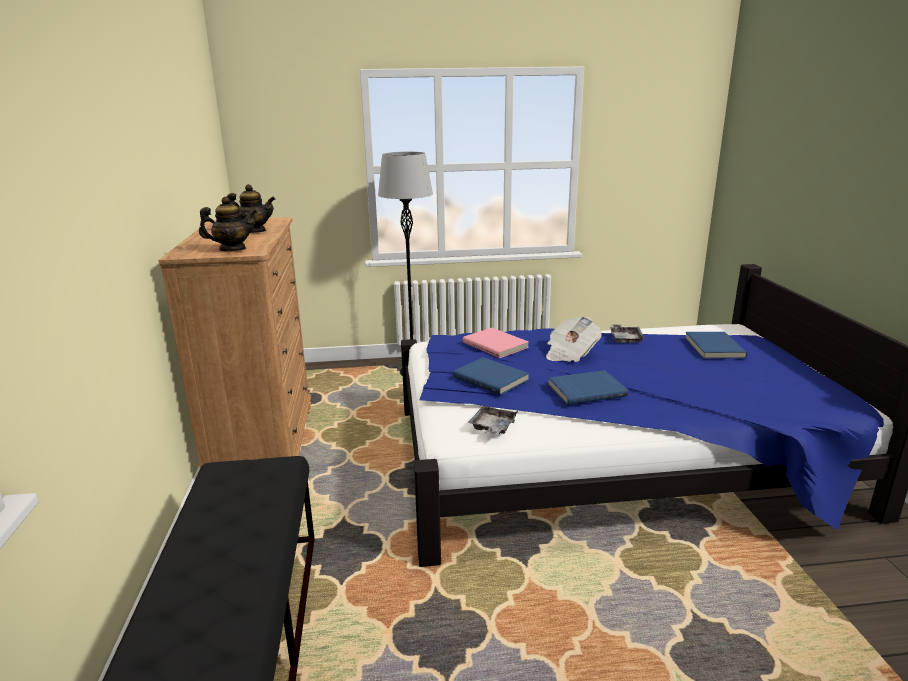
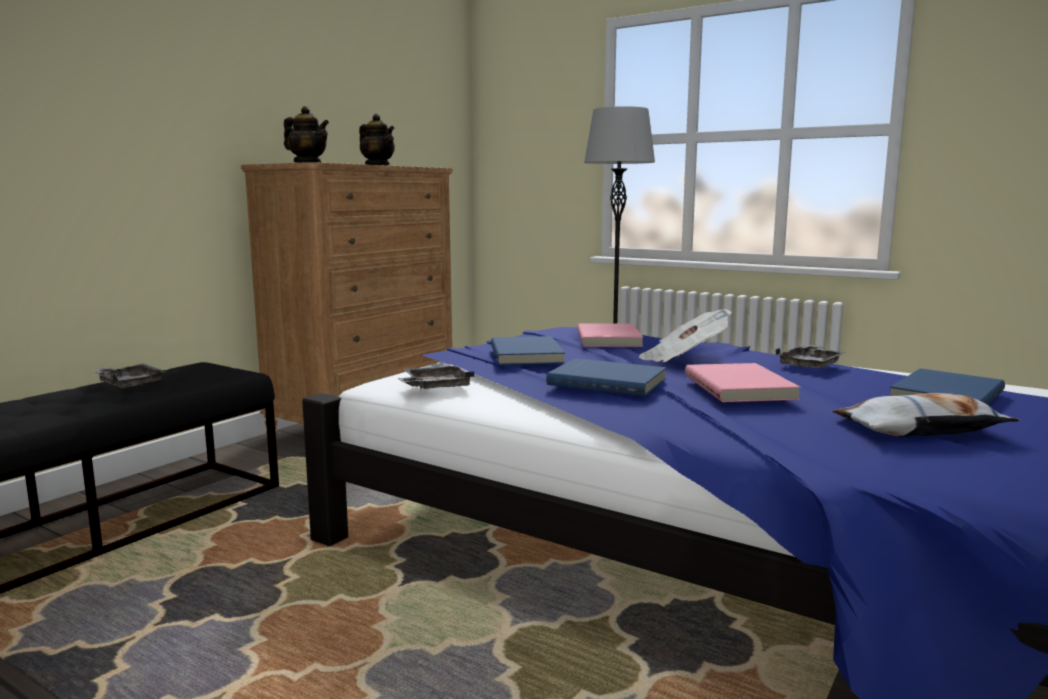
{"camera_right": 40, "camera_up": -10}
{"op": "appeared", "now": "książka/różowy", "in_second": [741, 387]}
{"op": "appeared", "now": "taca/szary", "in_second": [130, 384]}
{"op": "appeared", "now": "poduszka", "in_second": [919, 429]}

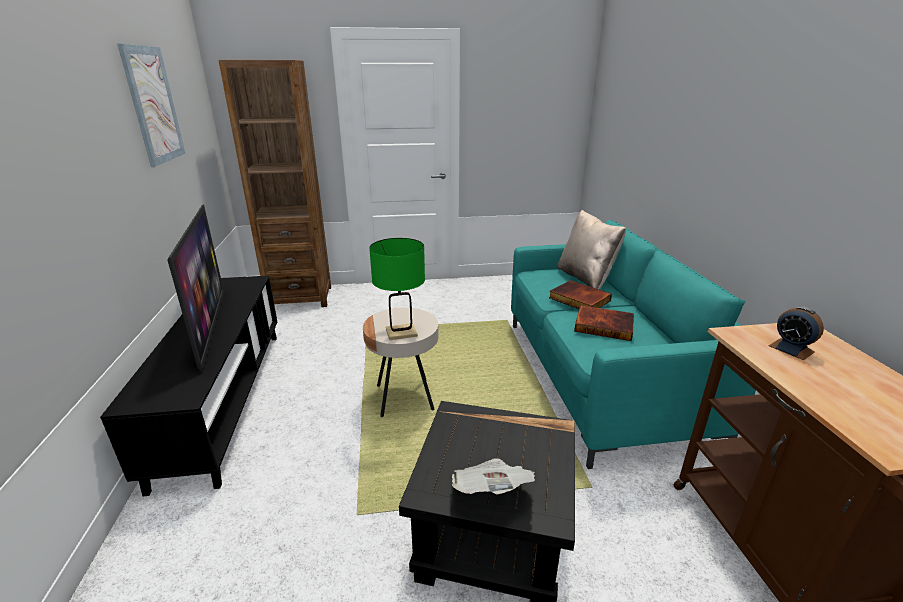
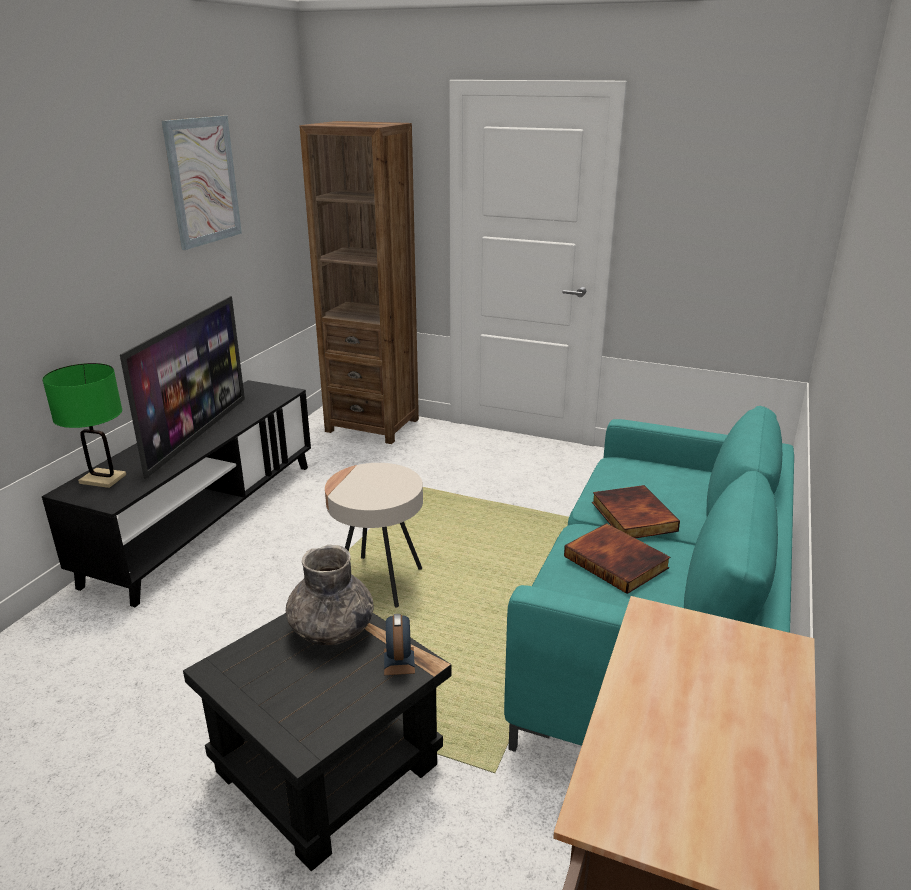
{"camera_right": 30, "camera_up": 0}
{"op": "missing", "was": "poduszka/beżowy", "in_first": [585, 278]}
{"op": "relocated", "was": "lampa stołowa/zielony", "in_first": [401, 332], "in_second": [103, 479]}
{"op": "relocated", "was": "budzik", "in_first": [791, 349], "in_second": [399, 661]}
{"op": "missing", "was": "gazeta", "in_first": [491, 492]}
{"op": "appeared", "now": "wazon/szary", "in_second": [331, 630]}

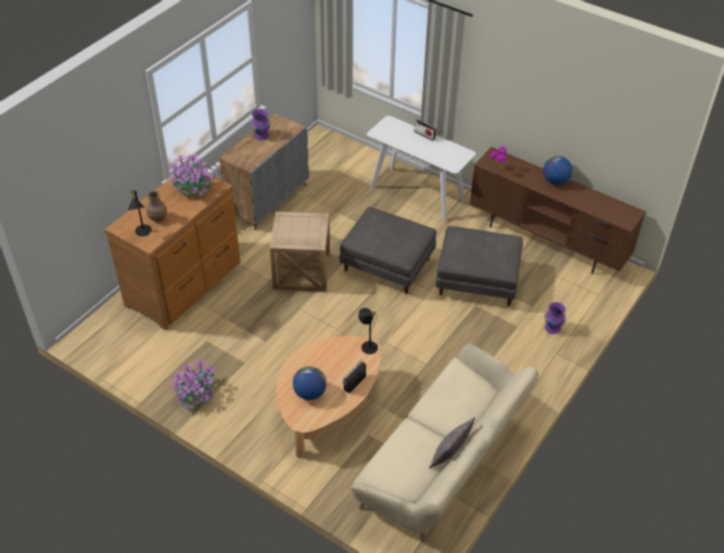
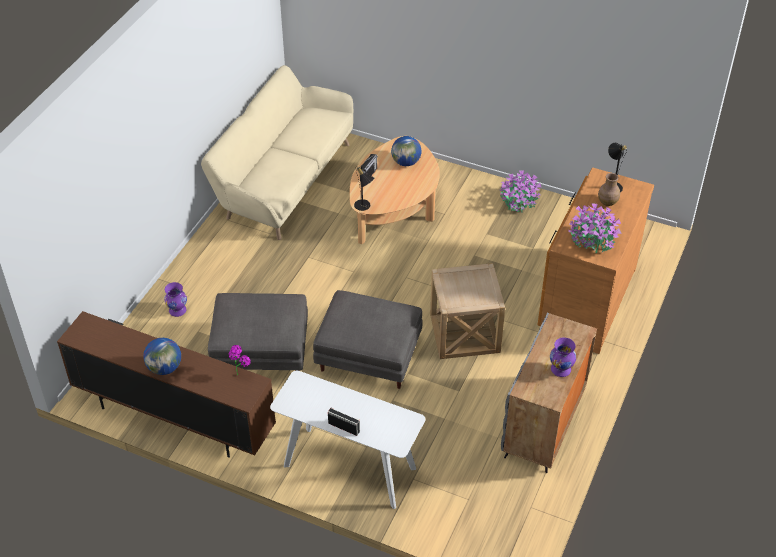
{"camera_right": 170, "camera_up": 0}
{"op": "missing", "was": "poduszka", "in_first": [449, 455]}

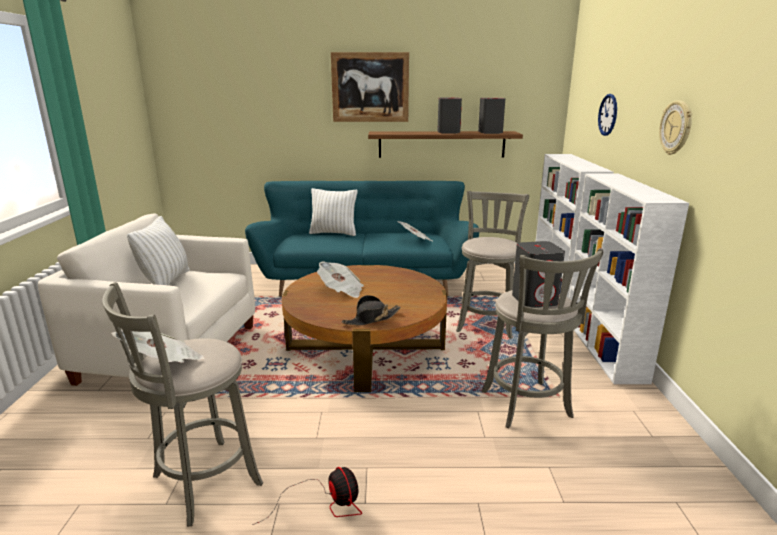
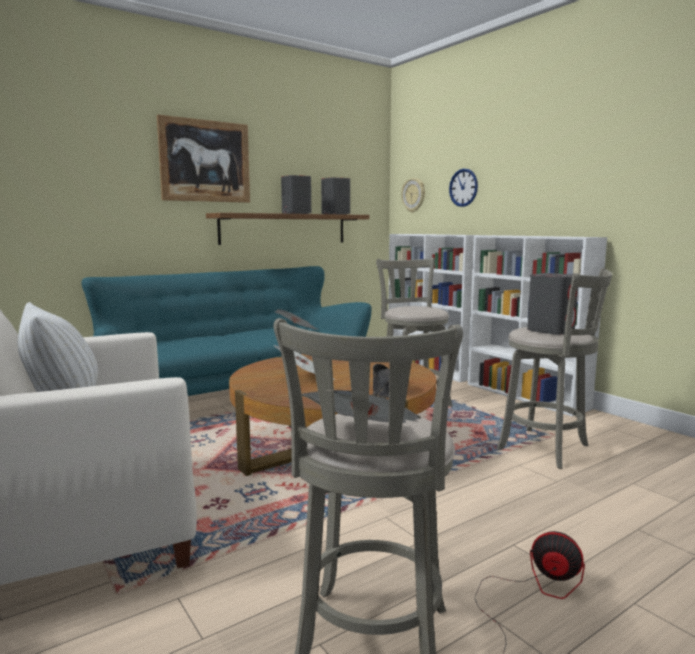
{"camera_right": -35, "camera_up": -10}
{"op": "relocated", "was": "zegar ścienny", "in_first": [676, 128], "in_second": [414, 195]}
{"op": "missing", "was": "poduszka/biały", "in_first": [333, 233]}

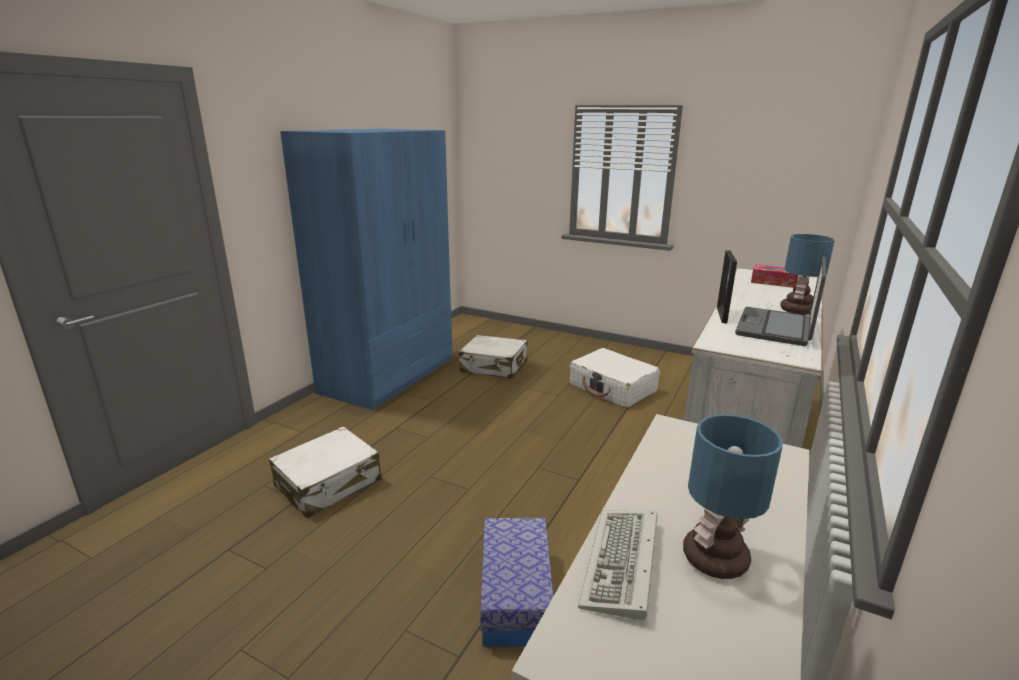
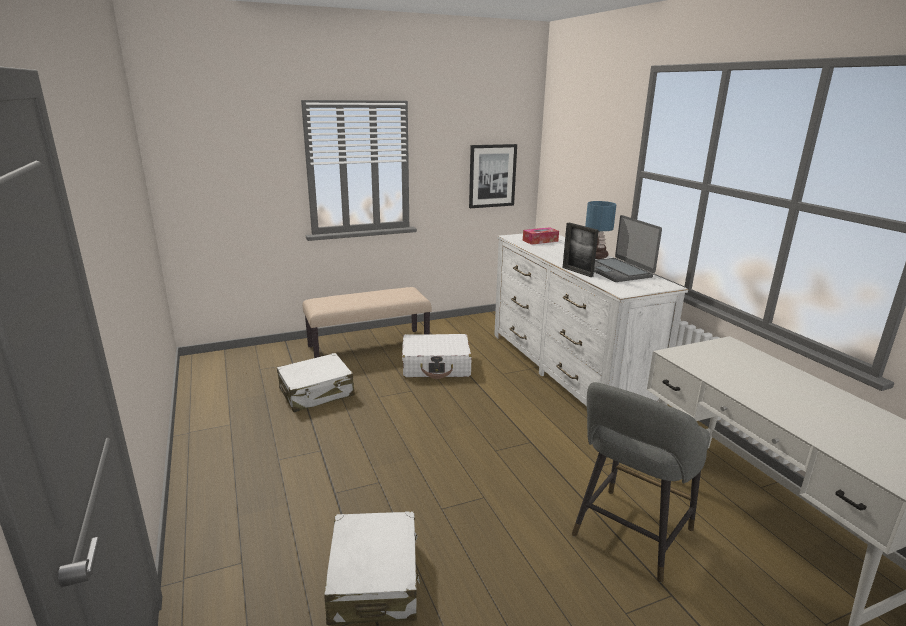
{"camera_right": -50, "camera_up": 0}
{"op": "missing", "was": "szafa/niebieski", "in_first": [389, 375]}
{"op": "missing", "was": "lampa stołowa", "in_first": [715, 557]}
{"op": "missing", "was": "klawiatura", "in_first": [622, 566]}
{"op": "exchanged", "was": "pojemnik do przechowywania", "now": "stołek/szary", "in_first": [515, 595], "in_second": [629, 536]}
{"op": "appeared", "now": "obraz", "in_second": [492, 176]}
{"op": "appeared", "now": "ławka/beżowy", "in_second": [369, 346]}

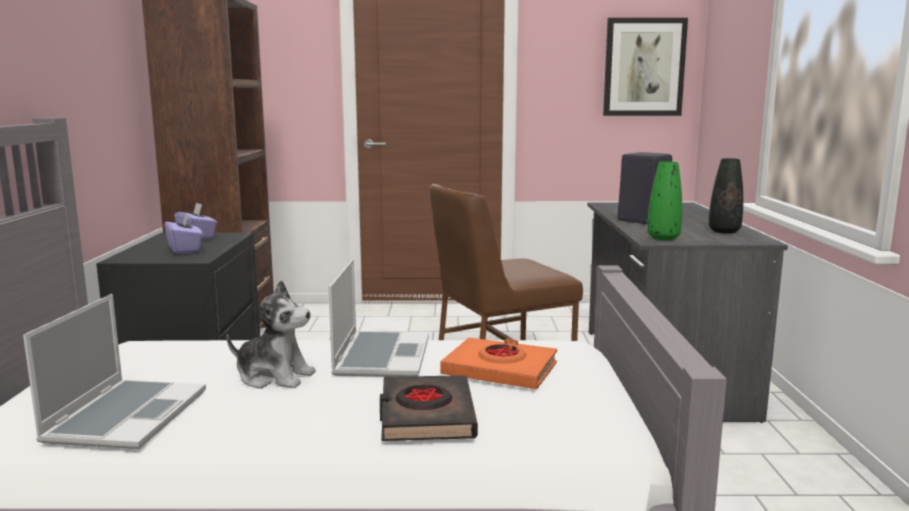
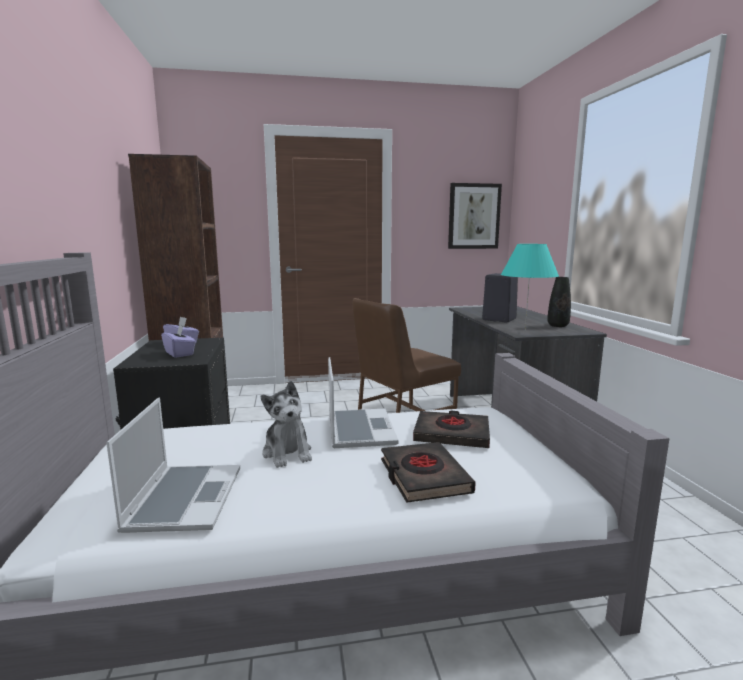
{"camera_right": -10, "camera_up": 0}
{"op": "exchanged", "was": "wazon/zielony", "now": "lampa stołowa/turkusowy", "in_first": [663, 238], "in_second": [525, 332]}
{"op": "spun", "was": "pluszak", "in_first": [274, 377], "in_second": [287, 453], "clockwise": 60}
{"op": "colour", "was": "książka/pomarańczowy", "now": "książka/czarny", "in_first": [500, 370], "in_second": [452, 434]}

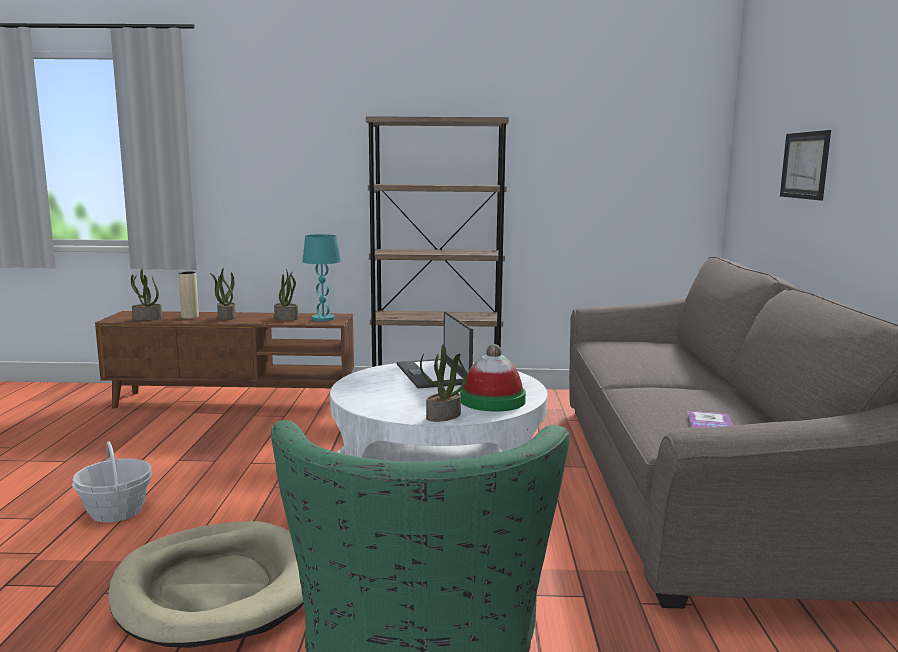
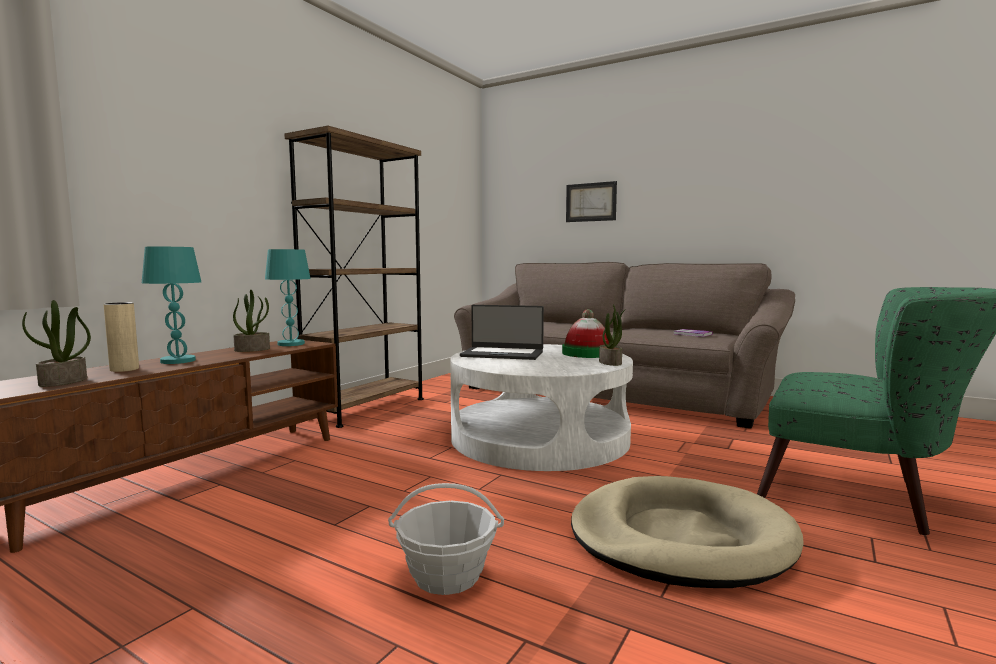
{"camera_right": -60, "camera_up": -5}
{"op": "exchanged", "was": "roślina doniczkowa", "now": "lampa stołowa/turkusowy", "in_first": [226, 317], "in_second": [177, 361]}

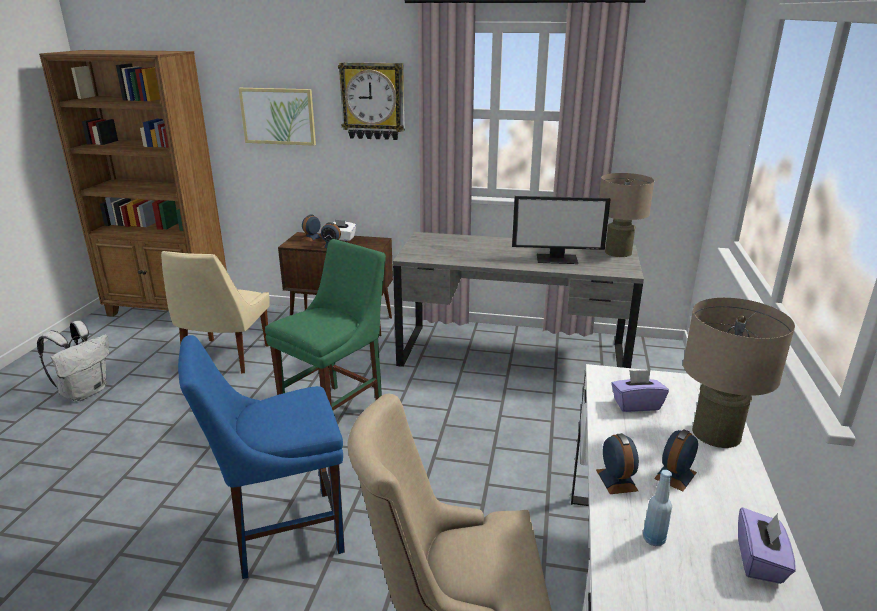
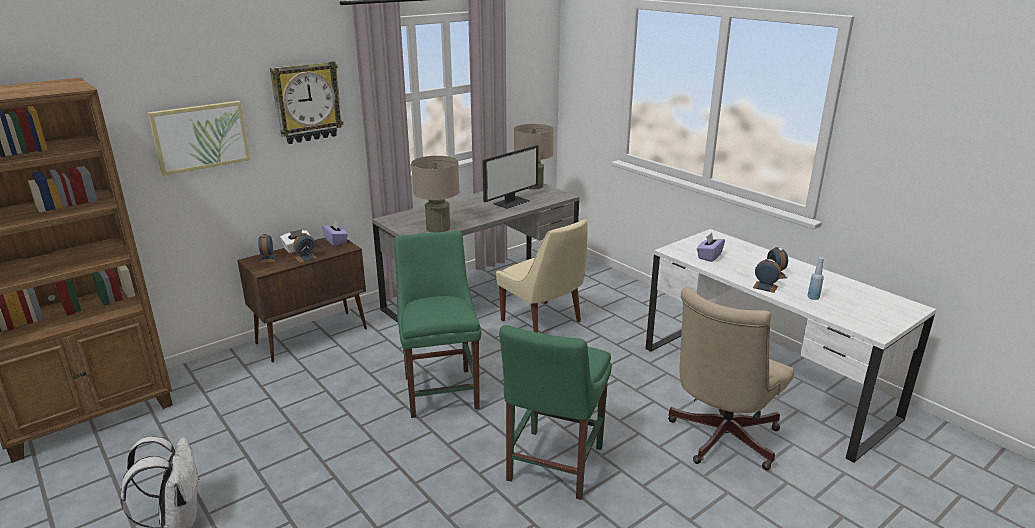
{"camera_right": -50, "camera_up": 0}
{"op": "relocated", "was": "krzesło/beżowy", "in_first": [225, 358], "in_second": [543, 322]}
{"op": "relocated", "was": "lampa stołowa/beżowy", "in_first": [716, 433], "in_second": [438, 228]}
{"op": "colour", "was": "krzesło/niebieski", "now": "krzesło/zielony", "in_first": [280, 533], "in_second": [553, 466]}
{"op": "relocated", "was": "pudełko chusteczek/fioletowy", "in_first": [760, 561], "in_second": [336, 241]}

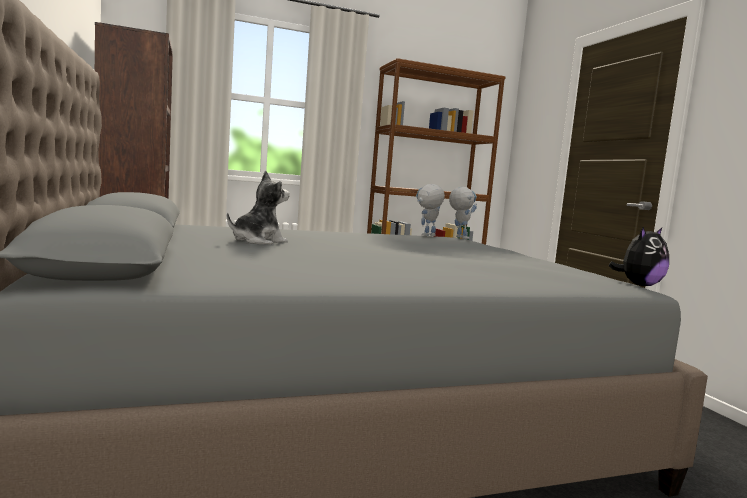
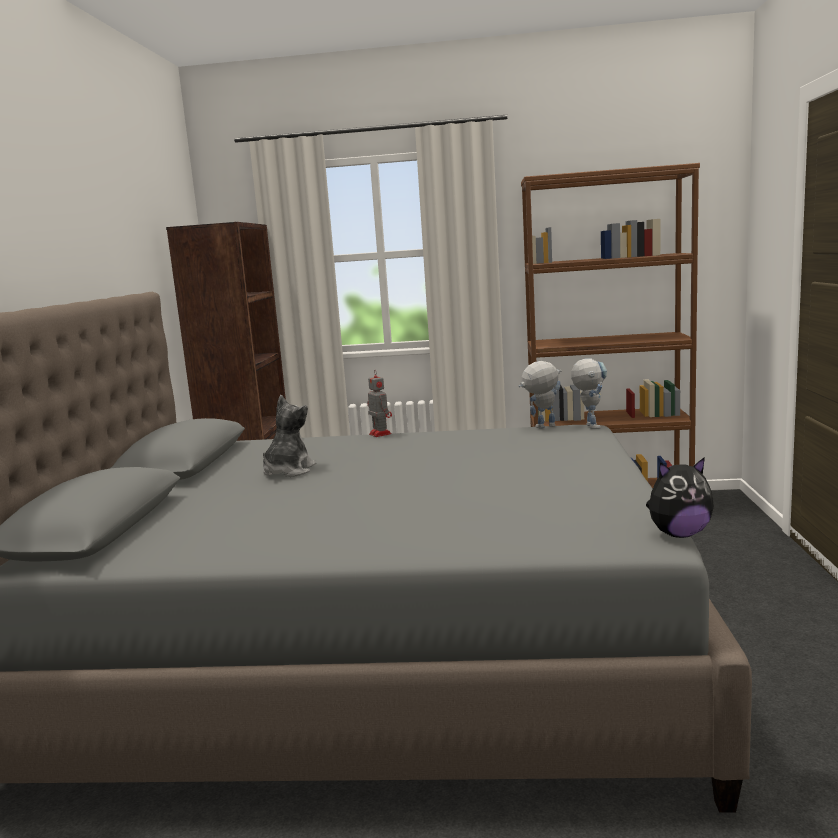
{"camera_right": 25, "camera_up": 5}
{"op": "spun", "was": "pluszak", "in_first": [258, 241], "in_second": [288, 471], "clockwise": -45}
{"op": "appeared", "now": "robot zabawkowy", "in_second": [379, 434]}

